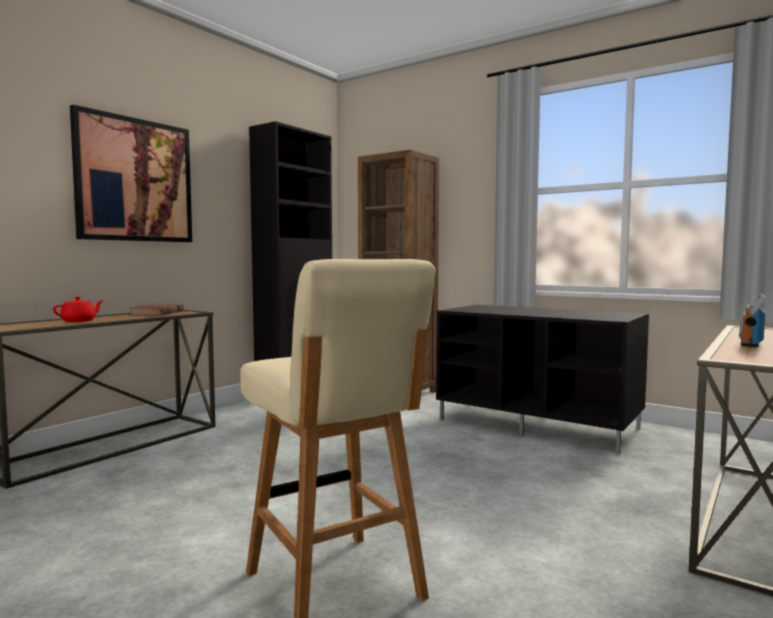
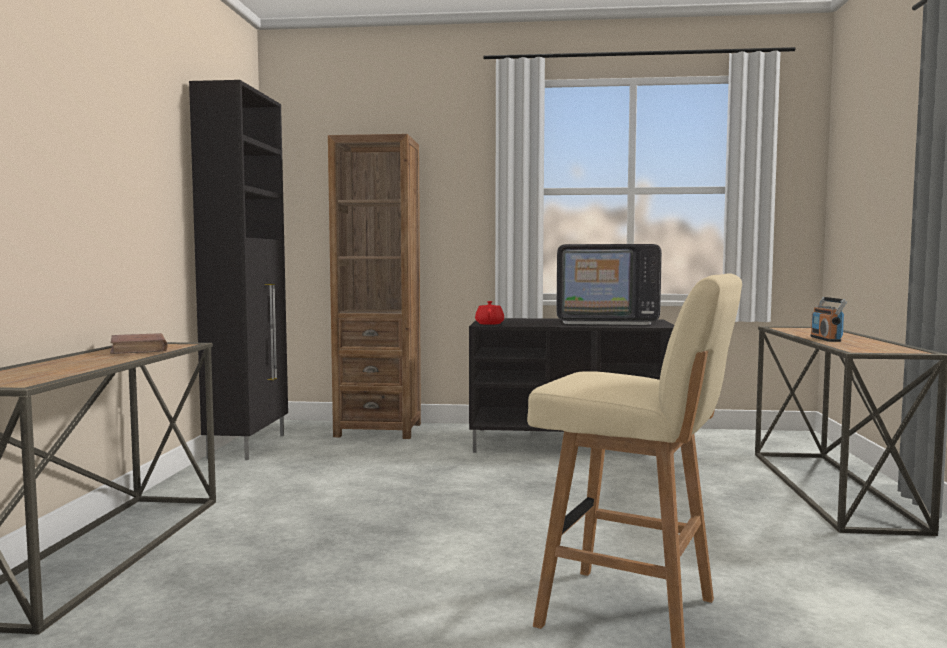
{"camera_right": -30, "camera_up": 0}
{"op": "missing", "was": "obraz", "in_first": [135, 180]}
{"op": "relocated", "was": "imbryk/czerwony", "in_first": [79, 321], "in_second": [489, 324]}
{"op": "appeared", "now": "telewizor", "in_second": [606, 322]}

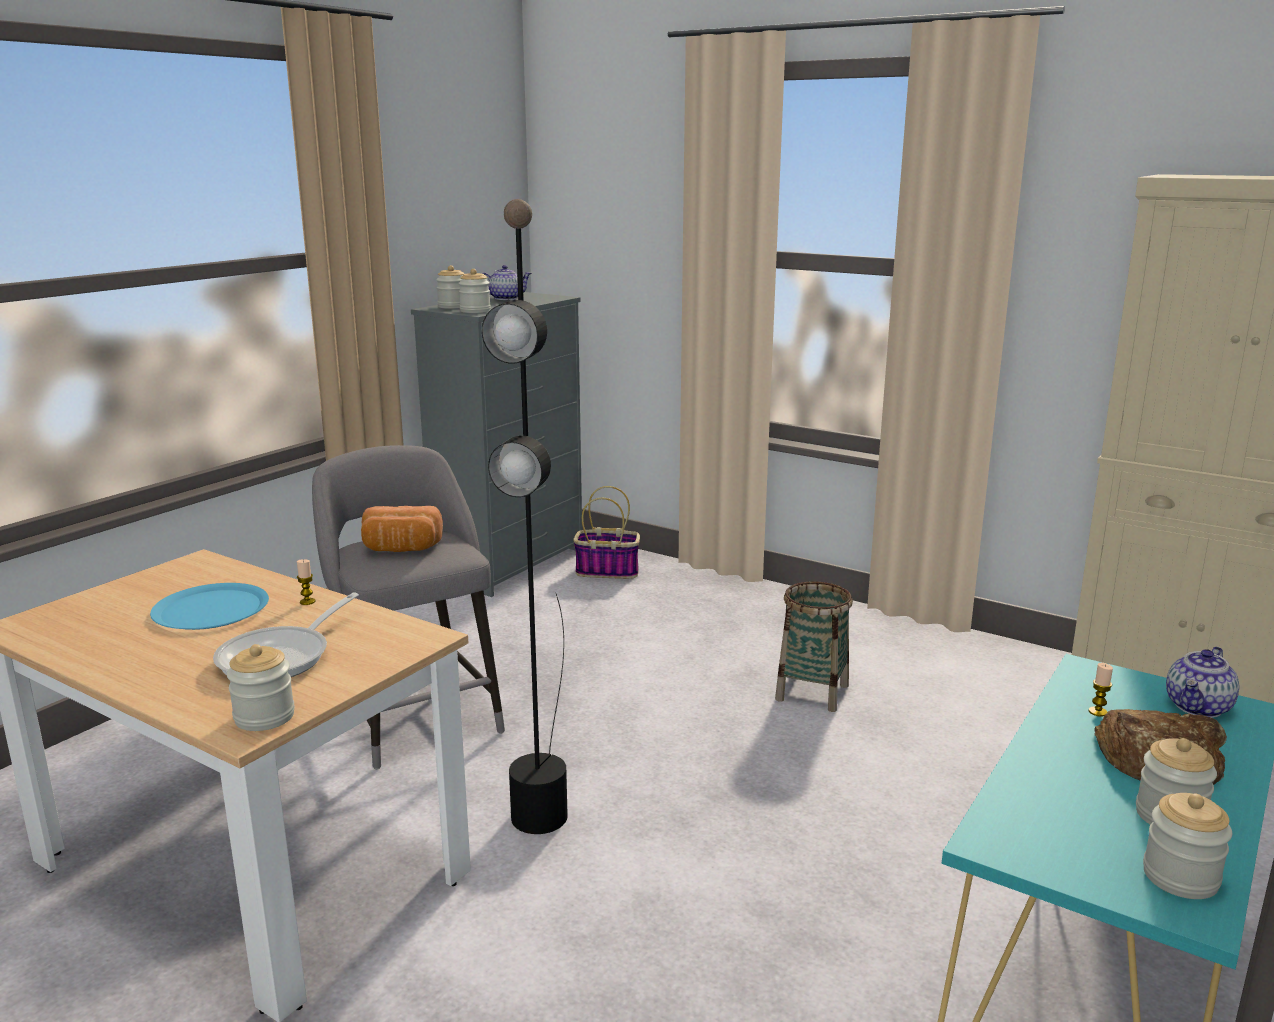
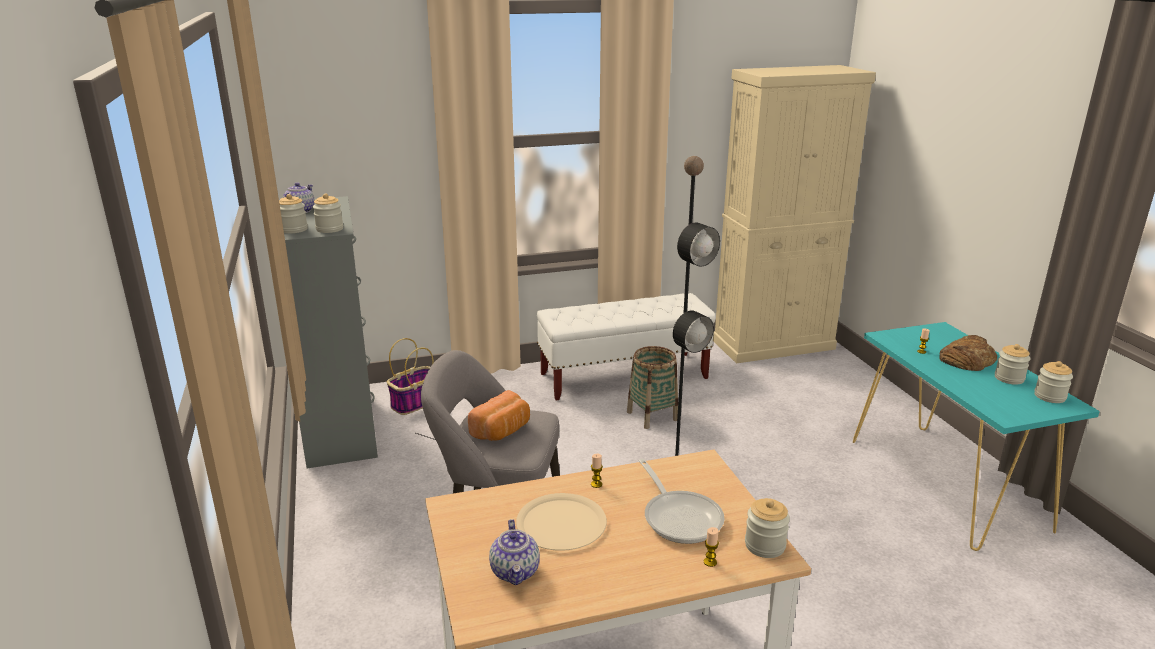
{"camera_right": -50, "camera_up": 5}
{"op": "colour", "was": "talerz/niebieski", "now": "talerz/beżowy", "in_first": [211, 609], "in_second": [561, 523]}
{"op": "relocated", "was": "imbryk", "in_first": [1198, 707], "in_second": [516, 572]}
{"op": "appeared", "now": "ławka/biały", "in_second": [624, 376]}
{"op": "appeared", "now": "świeca", "in_second": [710, 562]}

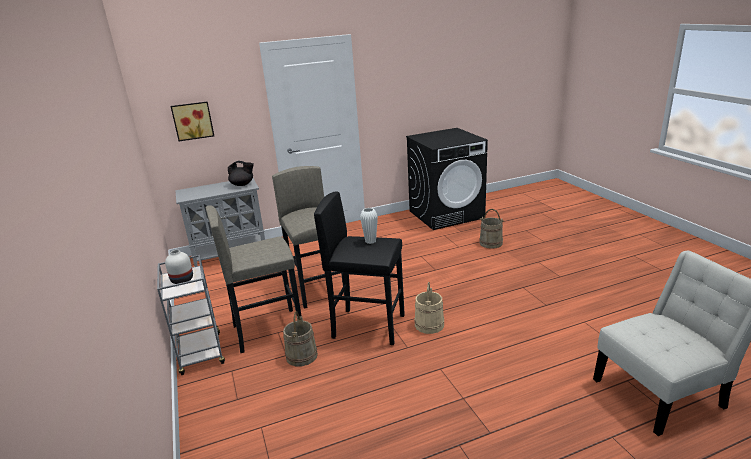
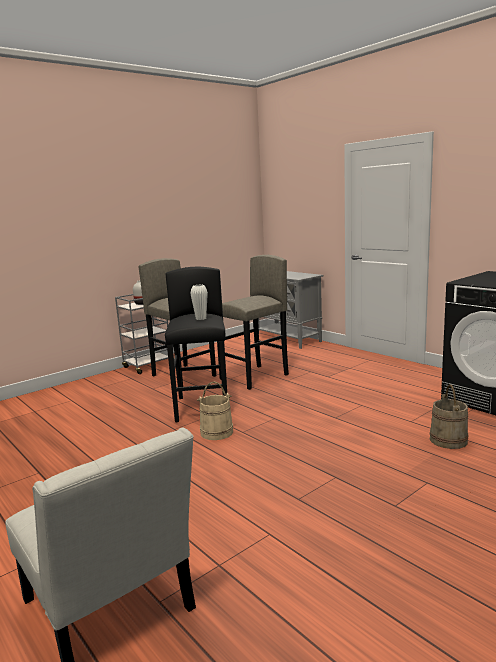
{"camera_right": 70, "camera_up": -10}
{"op": "missing", "was": "obraz", "in_first": [192, 121]}
{"op": "missing", "was": "imbryk/czarny", "in_first": [242, 184]}
{"op": "missing", "was": "wiadro/beżowy", "in_first": [301, 356]}

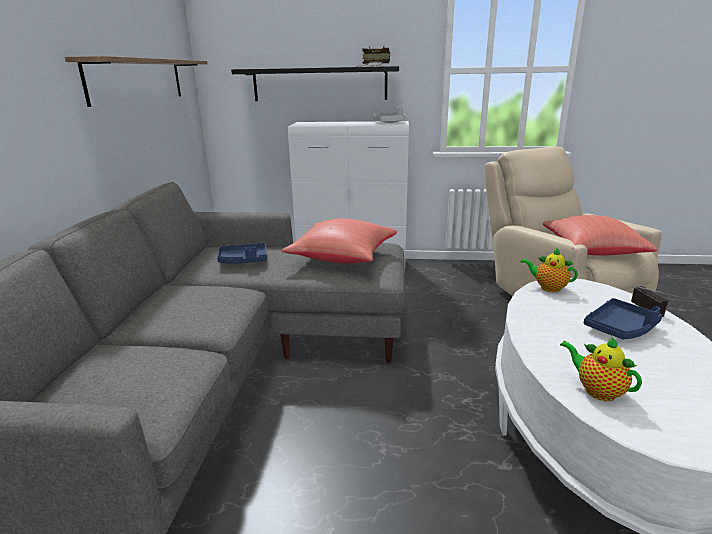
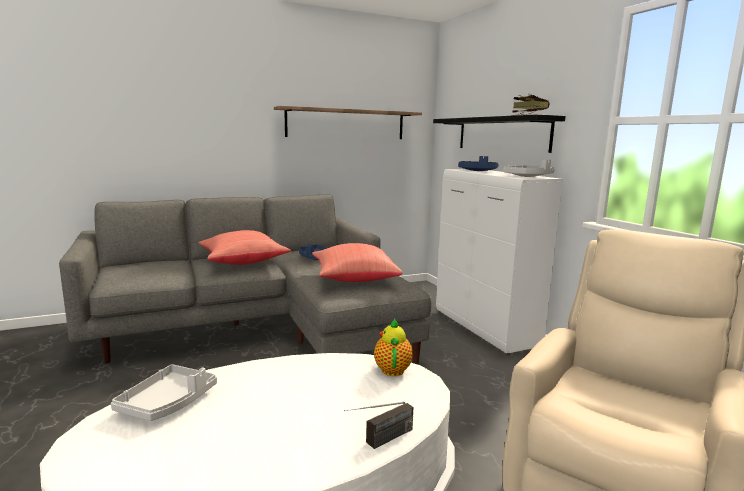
{"camera_right": 60, "camera_up": -10}
{"op": "relocated", "was": "poduszka/czerwony", "in_first": [590, 251], "in_second": [243, 262]}
{"op": "relocated", "was": "taca/niebieski", "in_first": [620, 328], "in_second": [478, 171]}
{"op": "exchanged", "was": "imbryk", "now": "taca/szary", "in_first": [596, 390], "in_second": [168, 402]}

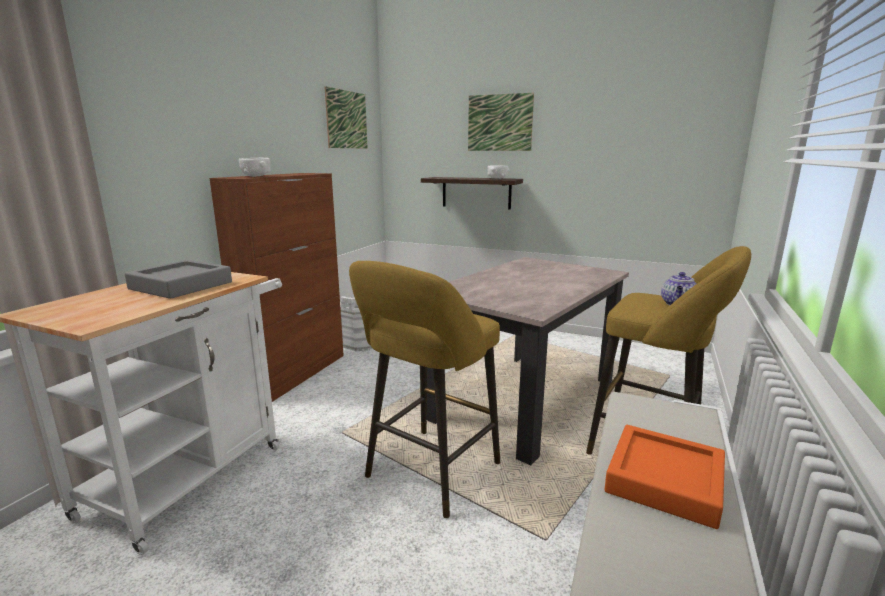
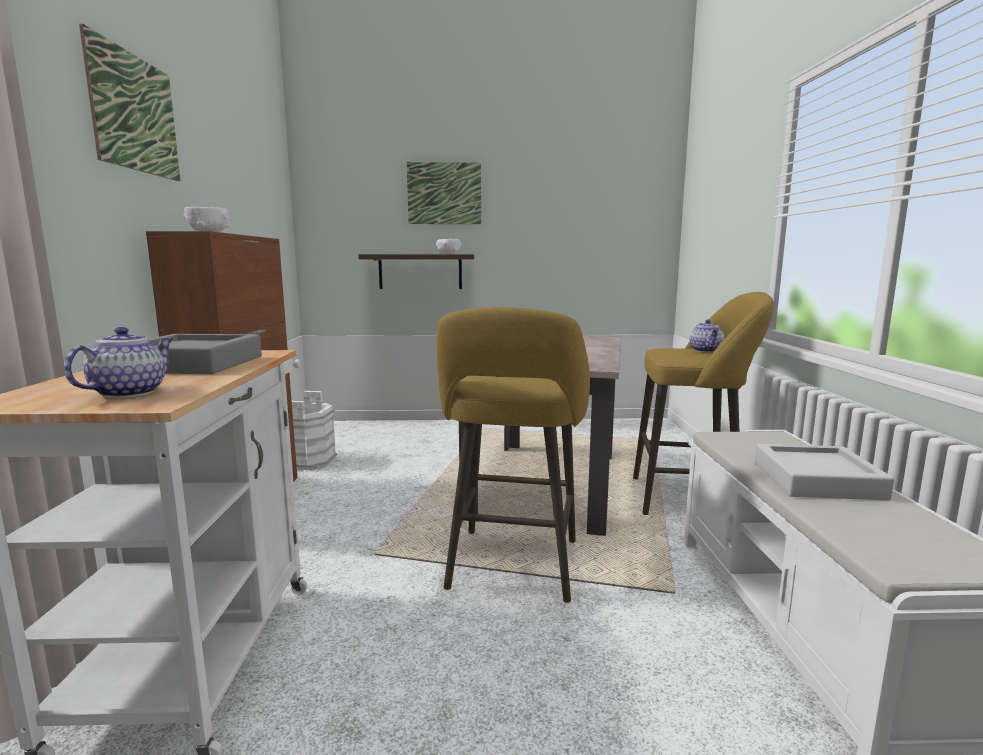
{"camera_right": -25, "camera_up": -5}
{"op": "relocated", "was": "obraz", "in_first": [346, 119], "in_second": [135, 113]}
{"op": "colour", "was": "taca/pomarańczowy", "now": "taca/szary", "in_first": [664, 480], "in_second": [816, 480]}
{"op": "appeared", "now": "imbryk", "in_second": [130, 392]}

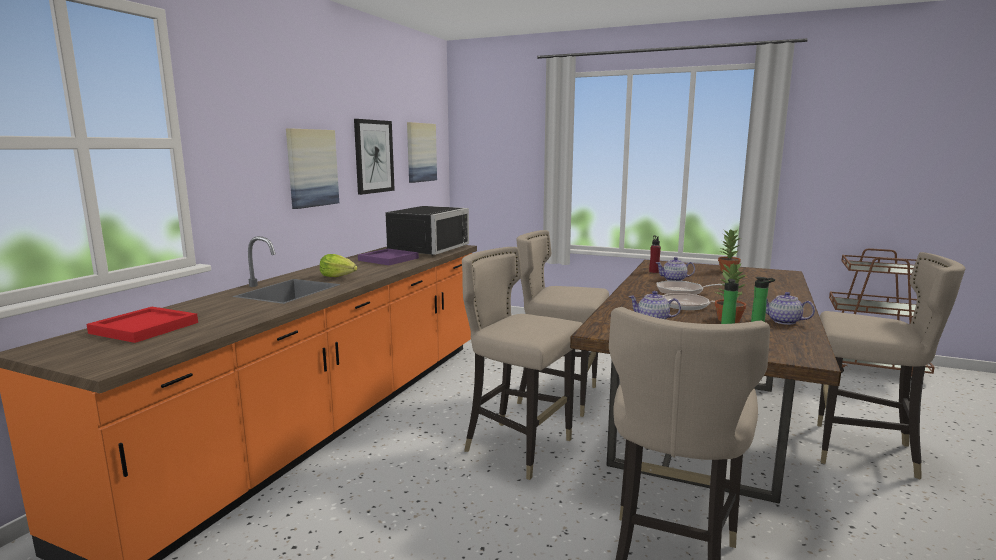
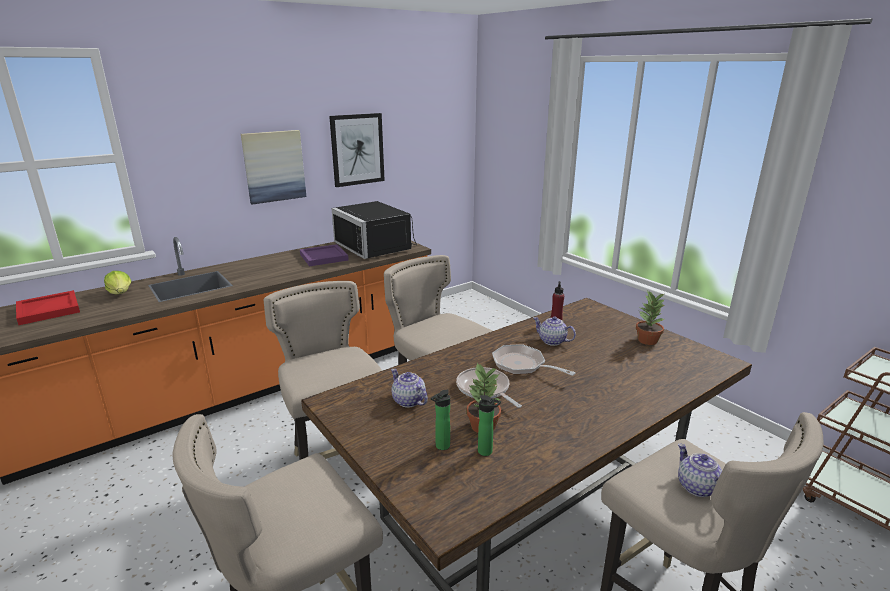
{"camera_right": 30, "camera_up": 10}
{"op": "missing", "was": "obraz", "in_first": [421, 152]}
{"op": "spun", "was": "mikrofalówka/czarny", "in_first": [424, 249], "in_second": [377, 247], "clockwise": 90}
{"op": "relocated", "was": "sałata", "in_first": [338, 276], "in_second": [121, 293]}
{"op": "relocated", "was": "imbryk", "in_first": [783, 321], "in_second": [696, 487]}

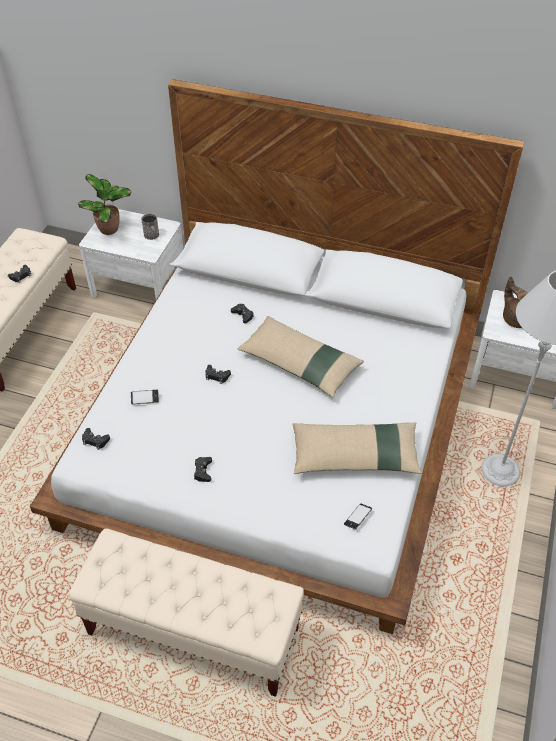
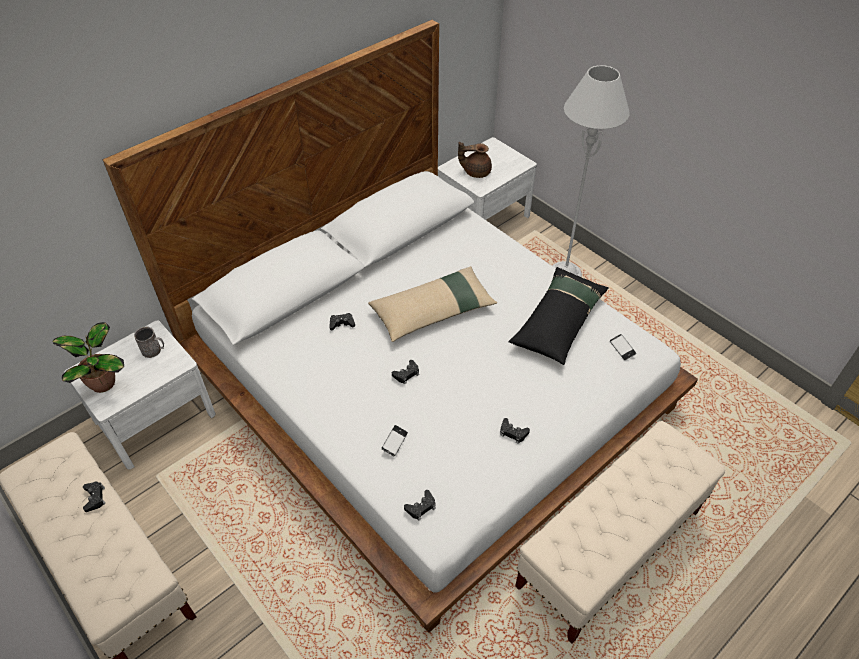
{"camera_right": -60, "camera_up": 0}
{"op": "colour", "was": "poduszka/beżowy", "now": "poduszka/czarny", "in_first": [355, 456], "in_second": [558, 322]}

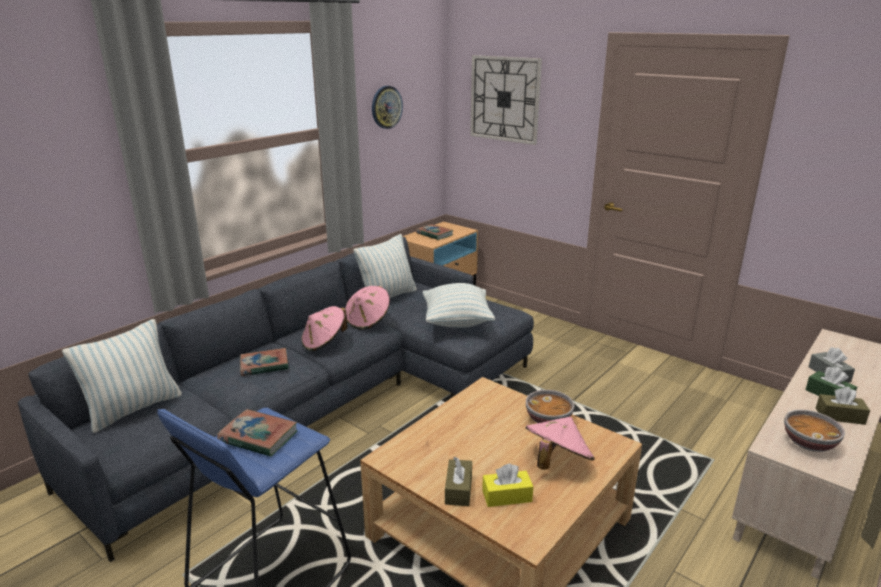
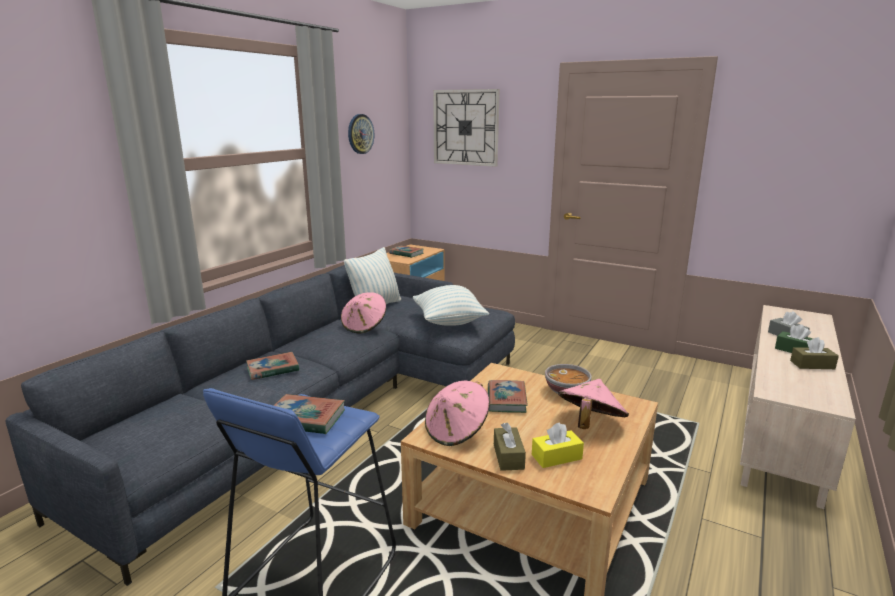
{"camera_right": -10, "camera_up": -5}
{"op": "relocated", "was": "kapelusz/różowy", "in_first": [324, 342], "in_second": [457, 431]}
{"op": "missing", "was": "poduszka", "in_first": [134, 409]}
{"op": "missing", "was": "miska", "in_first": [808, 442]}
{"op": "appeared", "now": "książka", "in_second": [506, 399]}

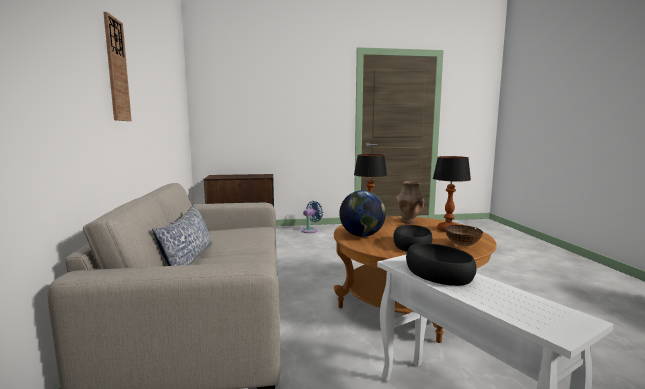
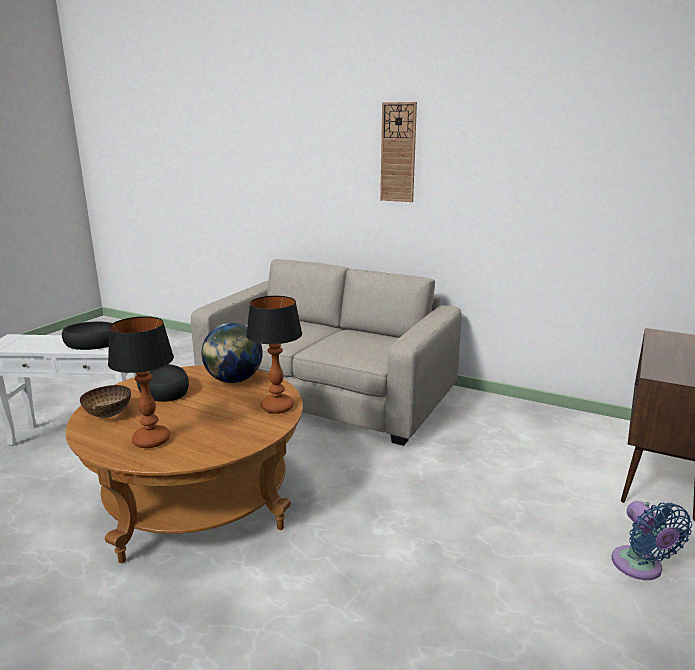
{"camera_right": 125, "camera_up": 10}
{"op": "missing", "was": "wazon/brązowy", "in_first": [408, 221]}
{"op": "missing", "was": "poduszka", "in_first": [188, 260]}

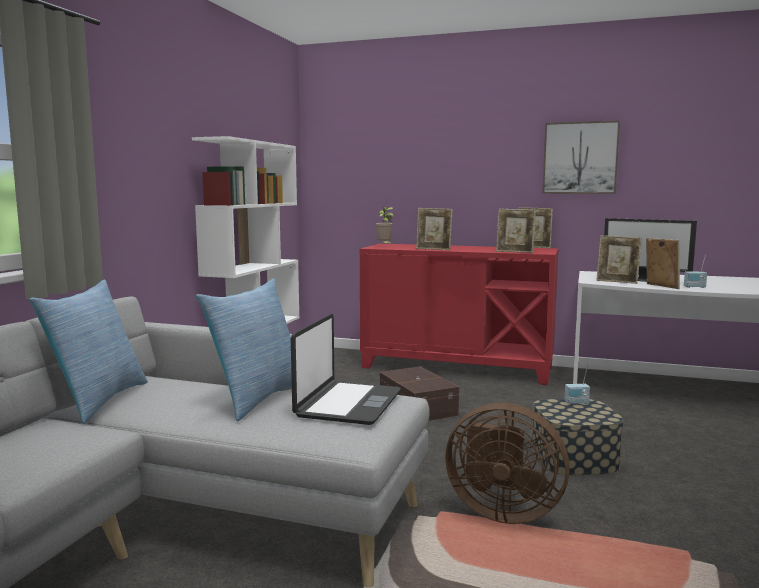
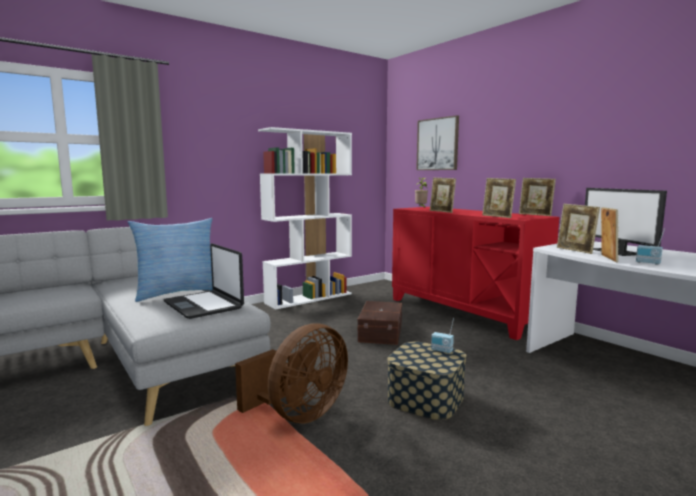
{"camera_right": 35, "camera_up": 0}
{"op": "relocated", "was": "obraz", "in_first": [580, 158], "in_second": [437, 144]}
{"op": "missing", "was": "poduszka", "in_first": [97, 401]}
{"op": "spun", "was": "laptop", "in_first": [347, 404], "in_second": [204, 305], "clockwise": 90}
{"op": "spun", "was": "wentylator/brązowy", "in_first": [502, 511], "in_second": [299, 414], "clockwise": -105}

